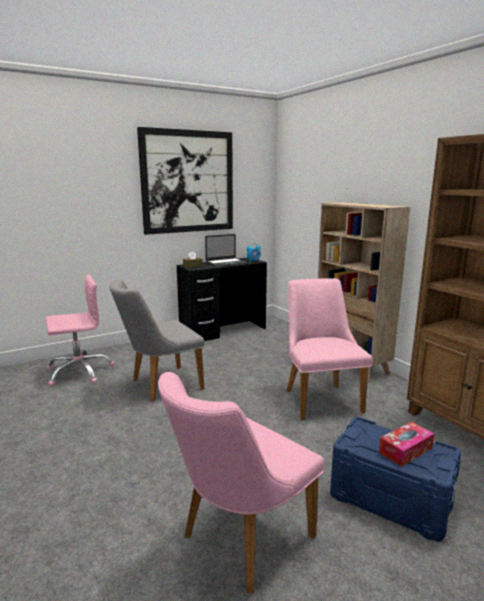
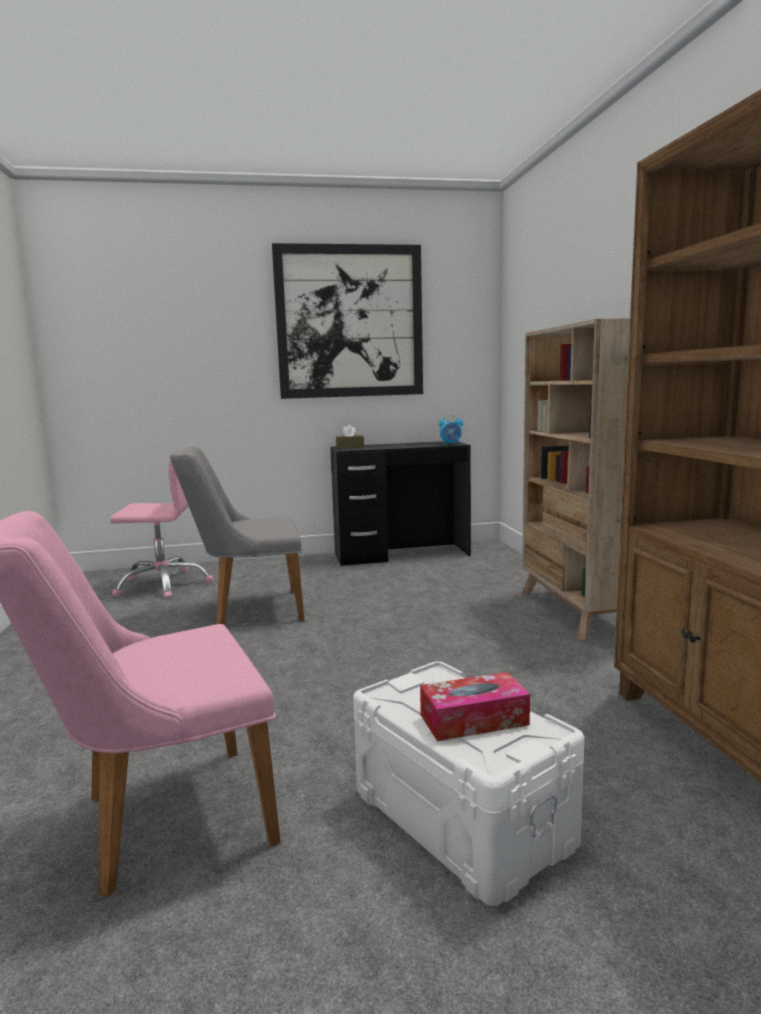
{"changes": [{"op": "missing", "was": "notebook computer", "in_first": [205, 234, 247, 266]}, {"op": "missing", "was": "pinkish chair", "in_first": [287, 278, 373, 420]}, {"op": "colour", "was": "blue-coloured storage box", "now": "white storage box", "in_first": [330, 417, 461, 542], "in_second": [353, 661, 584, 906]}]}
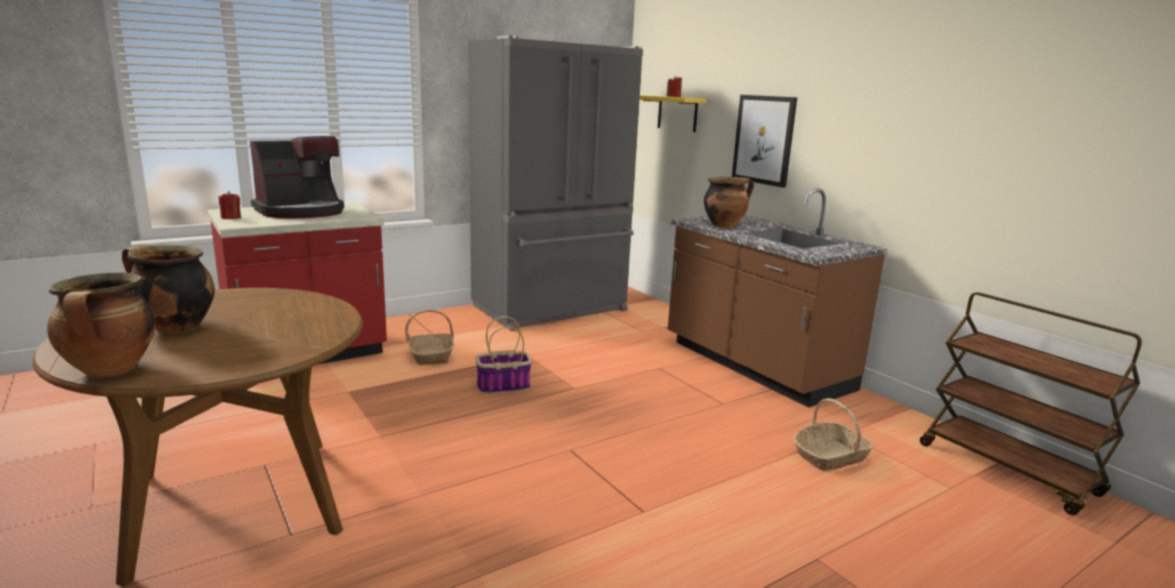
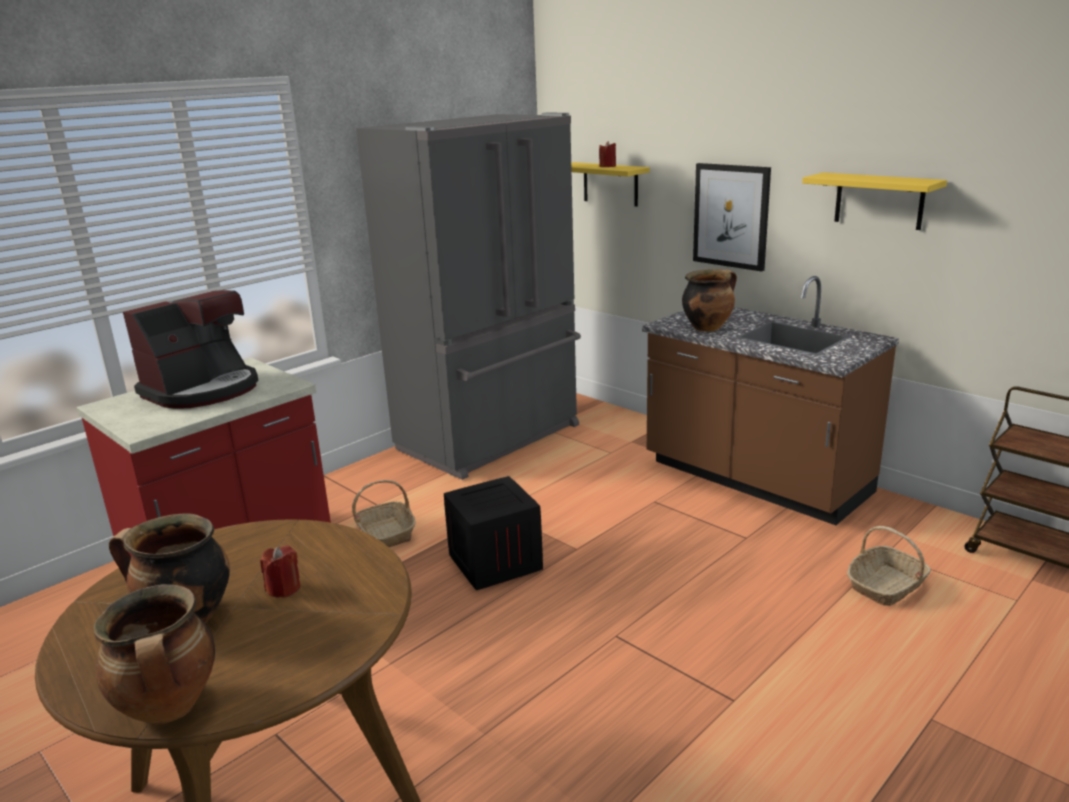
{"changes": [{"op": "appeared", "now": "yellow-coloured shelf", "in_second": [802, 172, 947, 230]}, {"op": "relocated", "was": "red-coloured wax light", "in_first": [219, 191, 241, 219], "in_second": [260, 546, 300, 598]}, {"op": "exchanged", "was": "storage basket", "now": "shipping crate", "in_first": [475, 316, 532, 394], "in_second": [444, 476, 543, 590]}]}
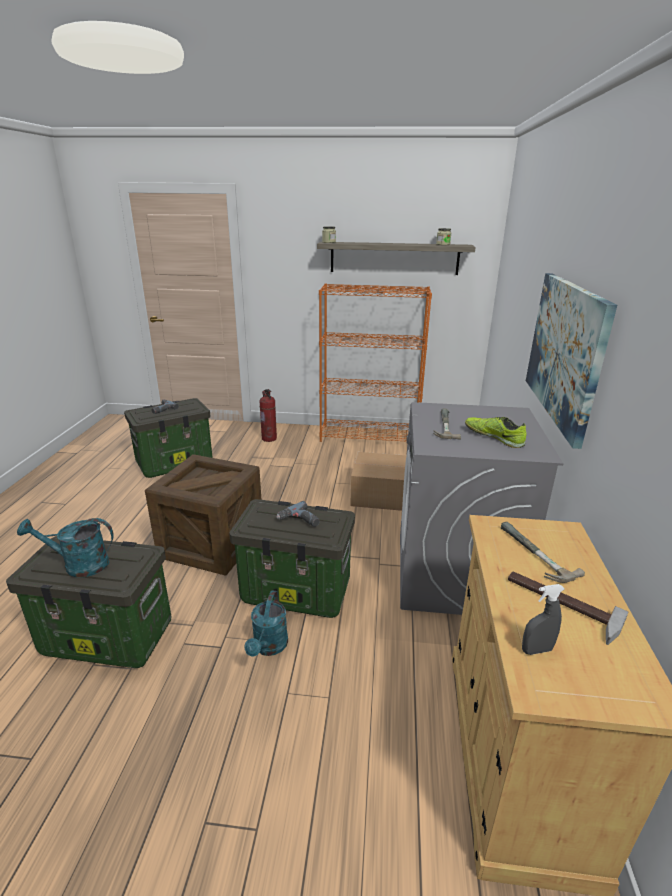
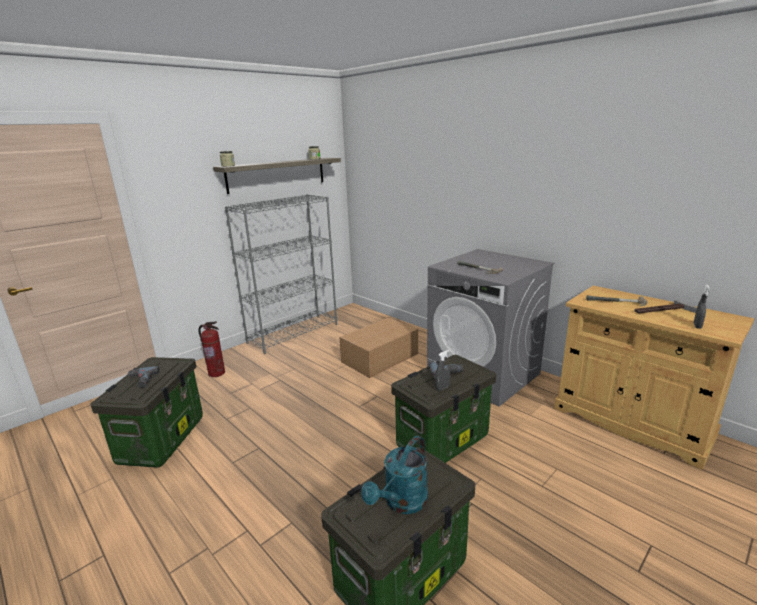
{"changes": [{"op": "missing", "was": "shipping crate", "in_first": [145, 454, 261, 576]}, {"op": "missing", "was": "turquoise sprinkling can", "in_first": [244, 590, 288, 656]}, {"op": "missing", "was": "low shoe", "in_first": [465, 417, 527, 448]}, {"op": "missing", "was": "wall art", "in_first": [526, 273, 617, 449]}, {"op": "appeared", "now": "greyish spray bottle", "in_second": [435, 350, 450, 391]}, {"op": "colour", "was": "orangey bookshelf", "now": "greyish bookshelf", "in_first": [319, 284, 432, 442], "in_second": [225, 194, 337, 354]}]}
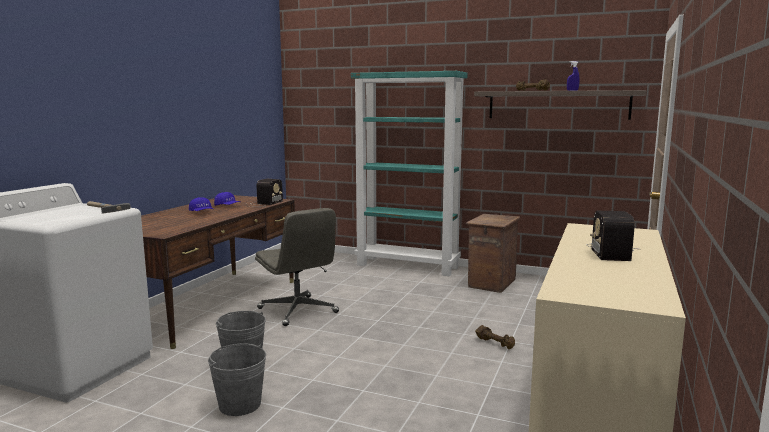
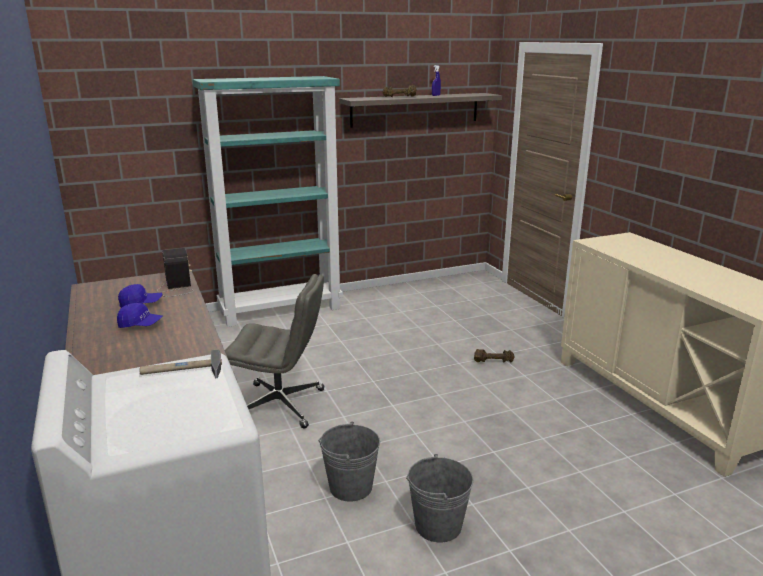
{"changes": [{"op": "missing", "was": "shipping crate", "in_first": [466, 214, 520, 293]}, {"op": "missing", "was": "radio", "in_first": [587, 211, 637, 261]}]}
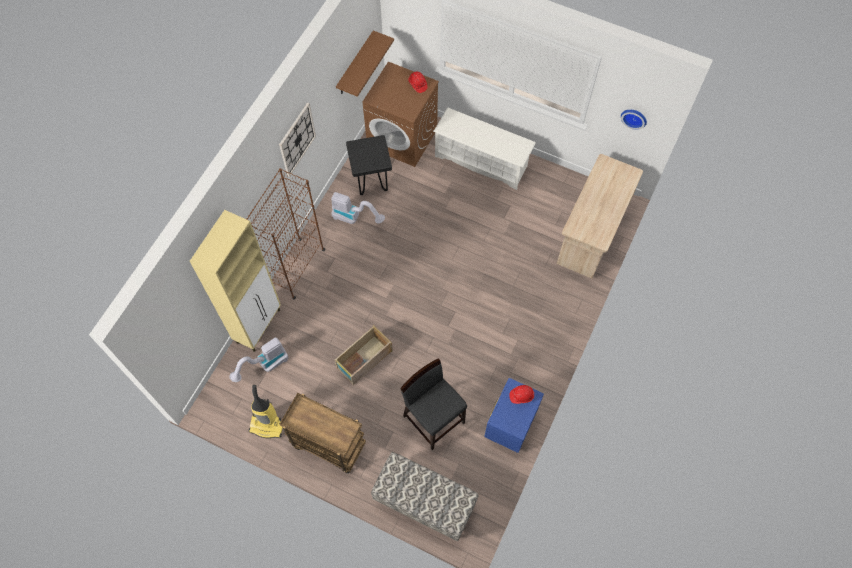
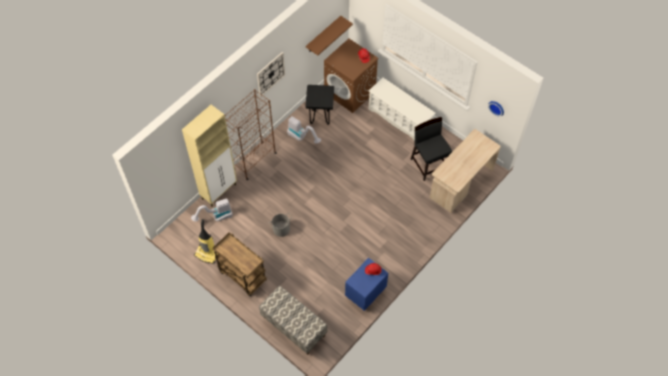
{"changes": [{"op": "relocated", "was": "blackish chair", "in_first": [400, 358, 467, 450], "in_second": [411, 117, 452, 181]}, {"op": "exchanged", "was": "shipping crate", "now": "greyish pail", "in_first": [335, 324, 393, 385], "in_second": [269, 213, 292, 237]}]}
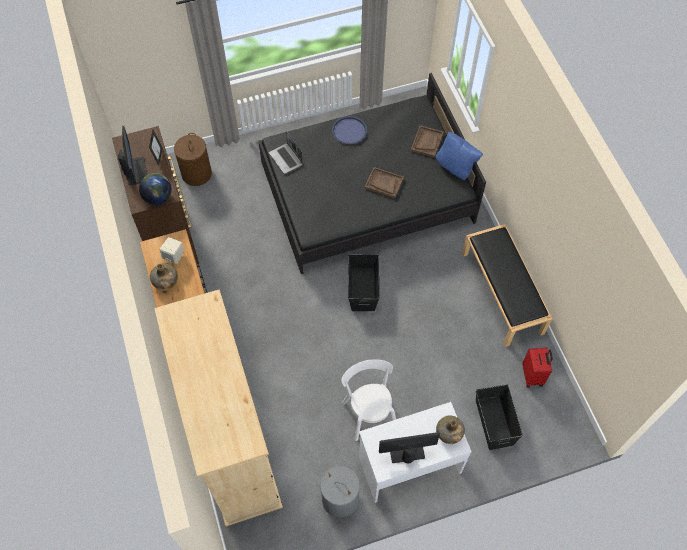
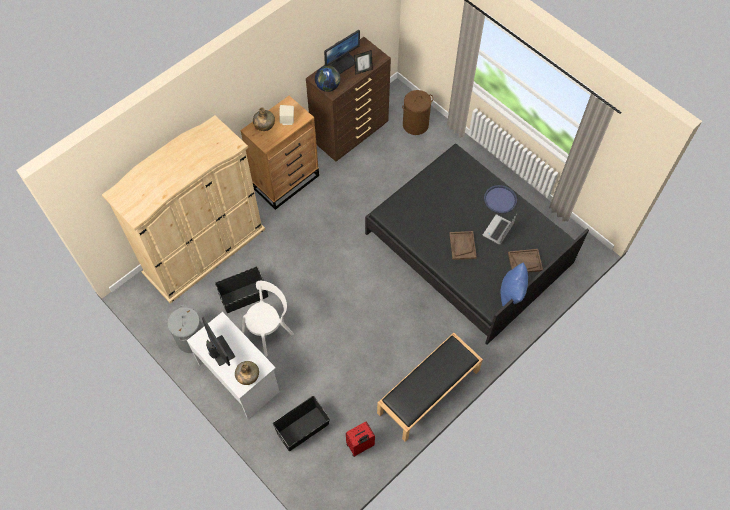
{"changes": [{"op": "relocated", "was": "notebook computer", "in_first": [269, 131, 303, 174], "in_second": [483, 214, 517, 245]}, {"op": "relocated", "was": "blackish storage box", "in_first": [348, 254, 380, 311], "in_second": [215, 266, 268, 313]}]}
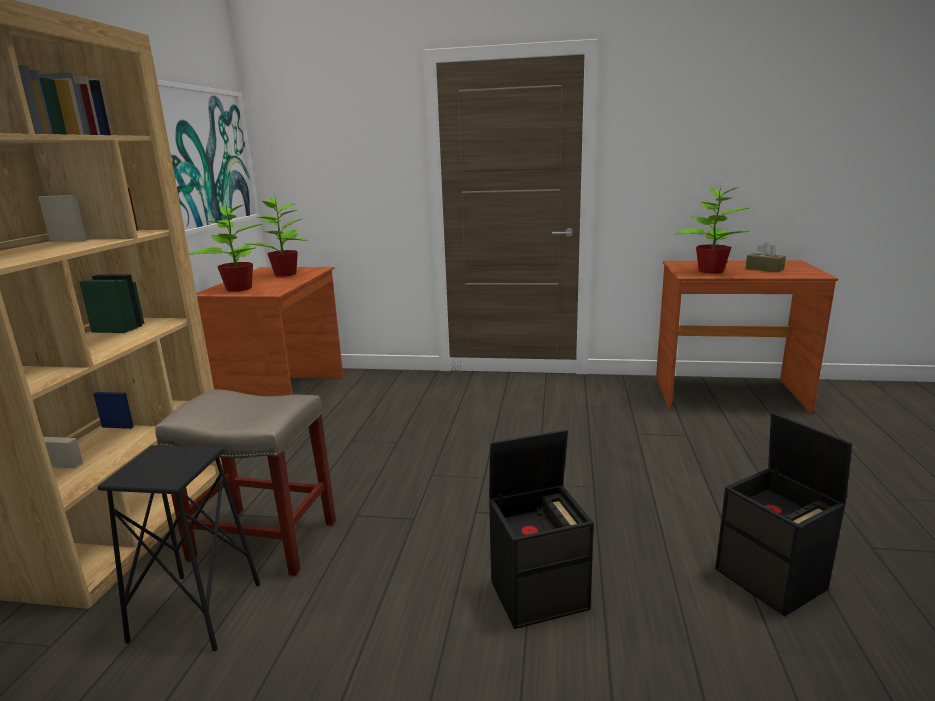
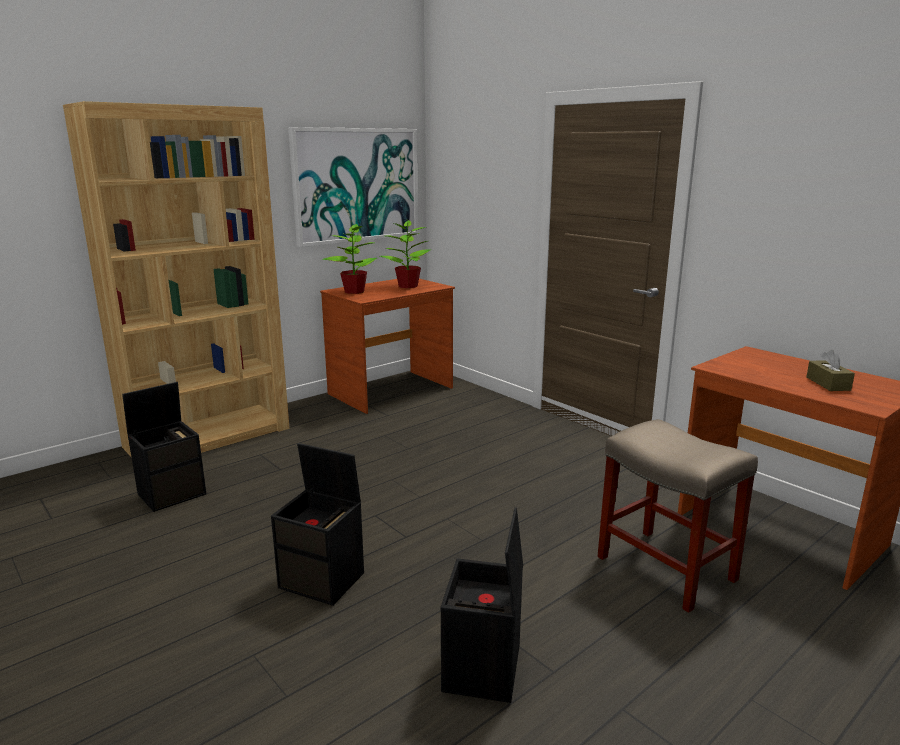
{"changes": [{"op": "missing", "was": "plant in a pot", "in_first": [676, 185, 750, 274]}, {"op": "relocated", "was": "beige stool seat", "in_first": [155, 389, 336, 576], "in_second": [597, 419, 758, 613]}, {"op": "exchanged", "was": "blackish stool seat", "now": "blackish storage box", "in_first": [97, 445, 260, 651], "in_second": [122, 382, 206, 512]}]}
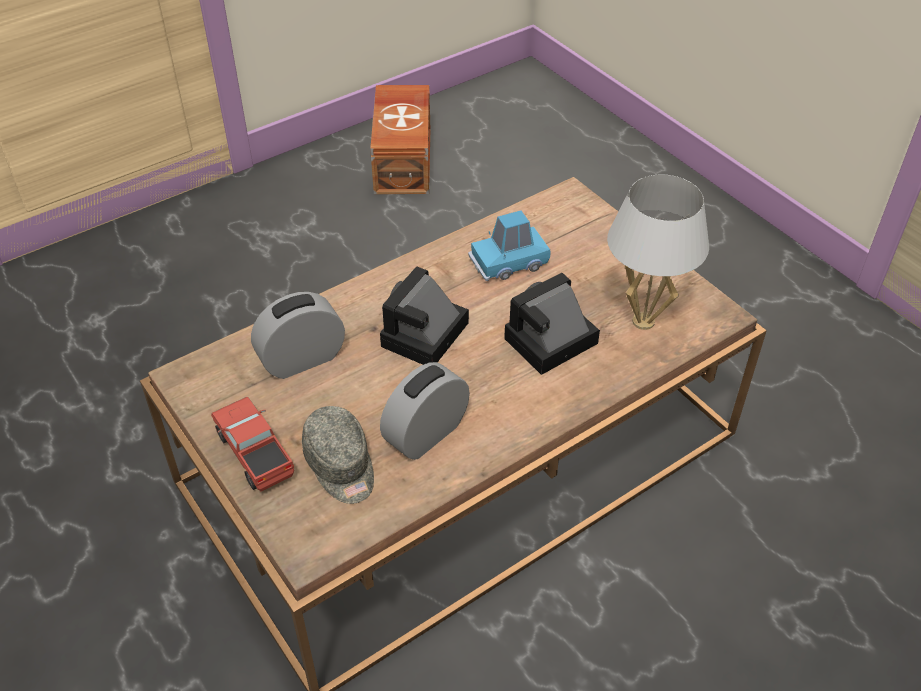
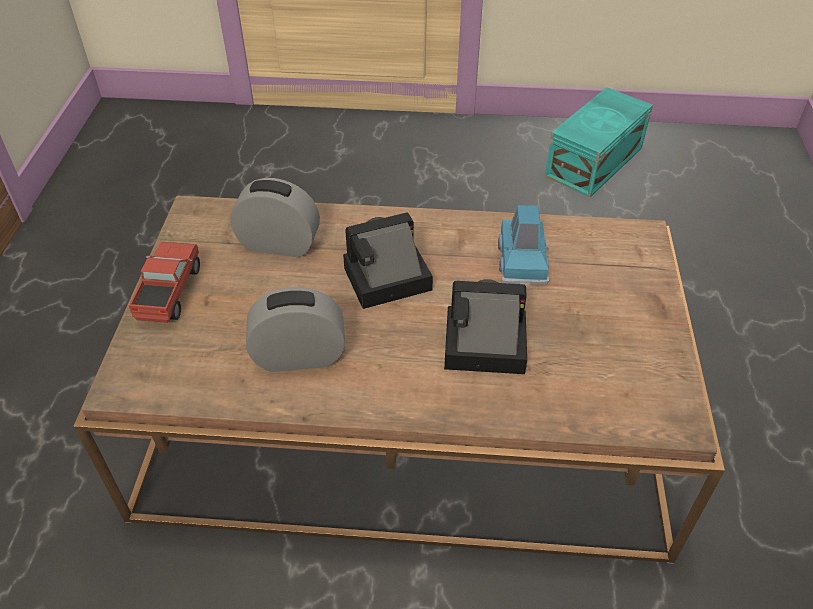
{"changes": [{"op": "missing", "was": "greyish baseball cap", "in_first": [302, 406, 374, 504]}, {"op": "missing", "was": "white tabletop lamp", "in_first": [607, 175, 709, 330]}, {"op": "colour", "was": "brown-coloured storage box", "now": "turquoise storage box", "in_first": [370, 85, 430, 194], "in_second": [545, 87, 653, 197]}, {"op": "spun", "was": "blue-coloured miniature car", "in_first": [468, 210, 551, 281], "in_second": [498, 205, 549, 286], "clockwise": -105}]}
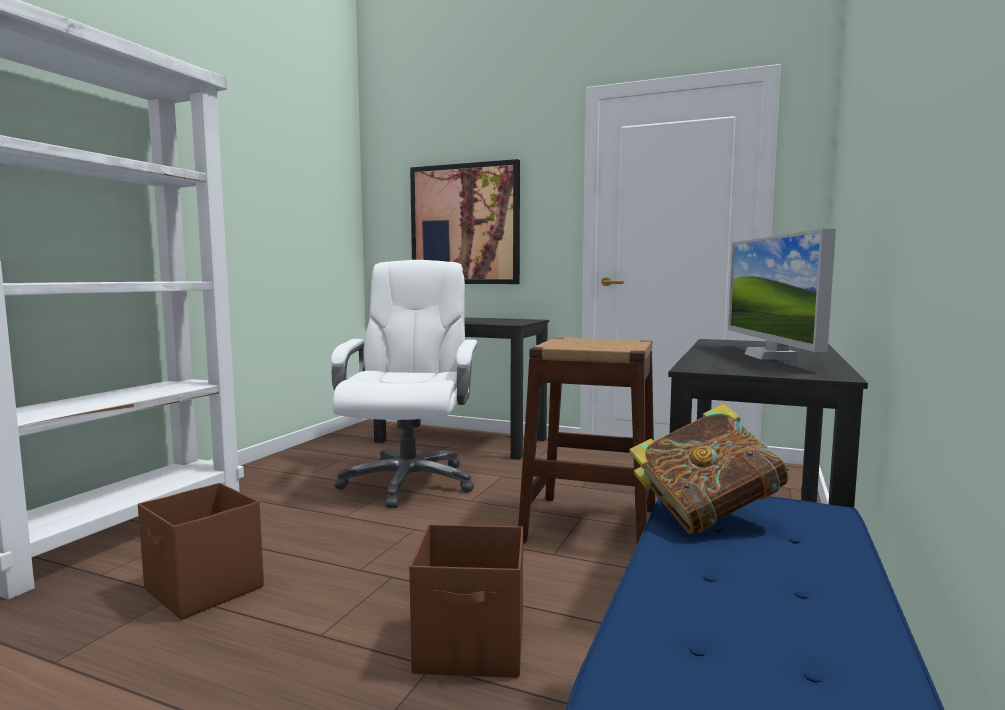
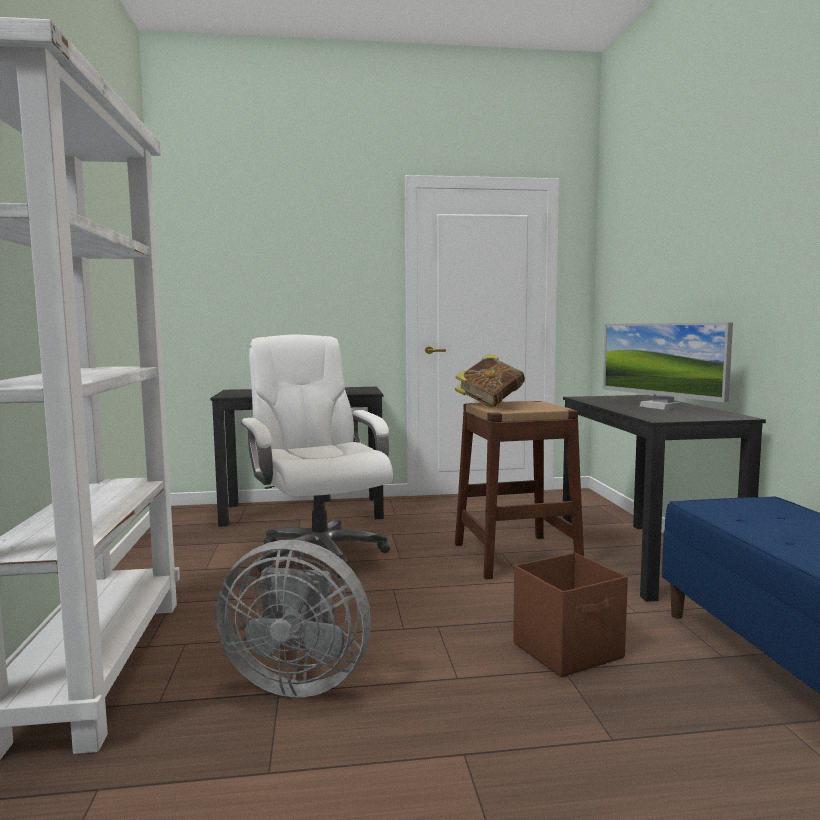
{"changes": [{"op": "missing", "was": "wall art", "in_first": [410, 159, 520, 284]}, {"op": "relocated", "was": "volume", "in_first": [629, 403, 789, 534], "in_second": [455, 353, 525, 408]}, {"op": "exchanged", "was": "brown-coloured storage box", "now": "greyish fan", "in_first": [138, 483, 264, 620], "in_second": [215, 540, 371, 697]}]}
